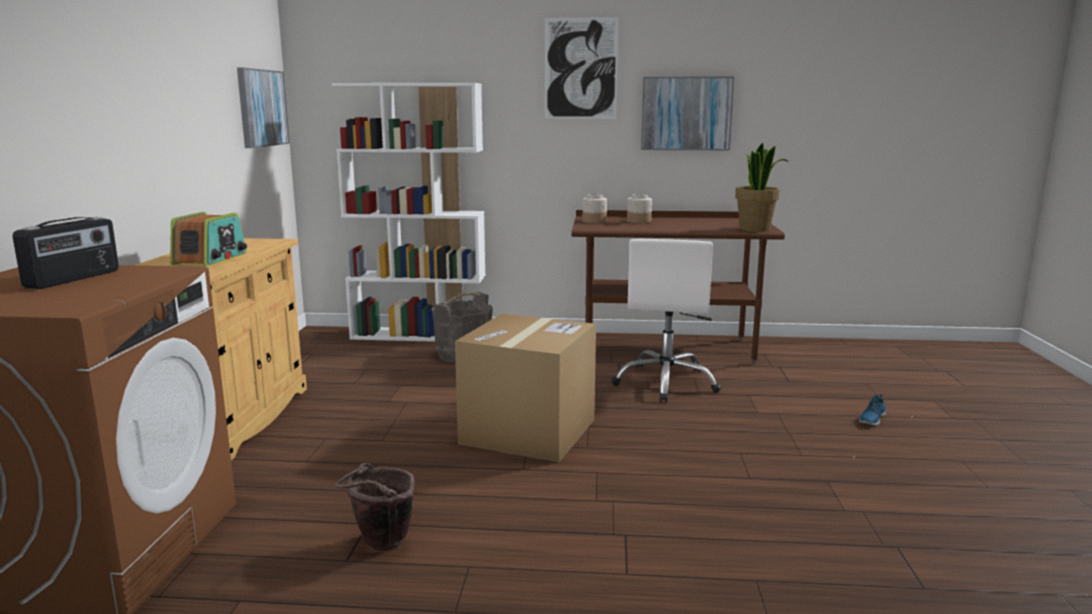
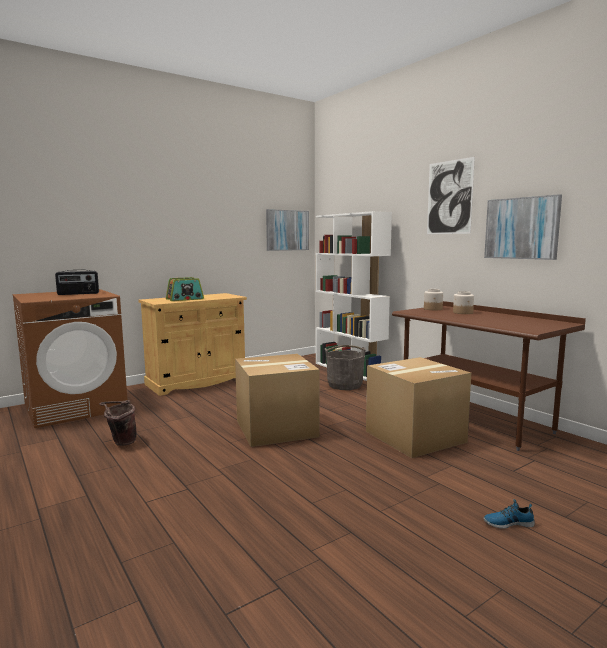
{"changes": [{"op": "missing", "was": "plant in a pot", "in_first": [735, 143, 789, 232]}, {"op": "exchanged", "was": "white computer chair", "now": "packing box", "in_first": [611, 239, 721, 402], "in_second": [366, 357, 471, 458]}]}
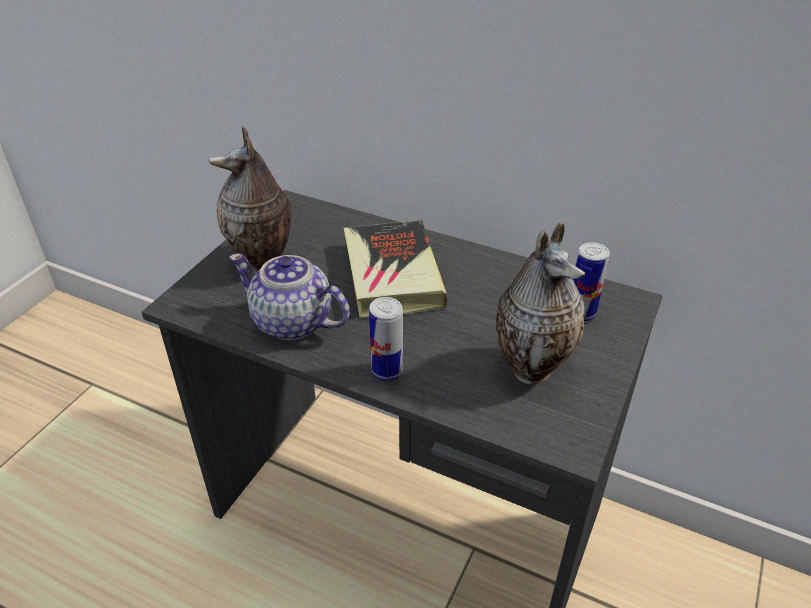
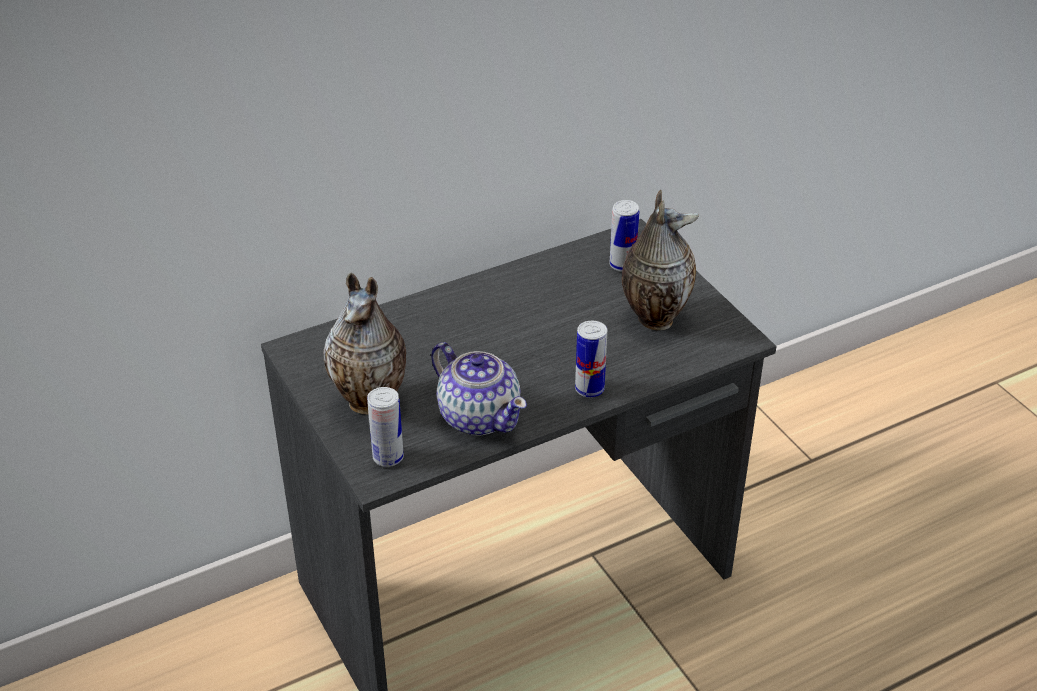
{"changes": [{"op": "missing", "was": "volume", "in_first": [344, 220, 448, 318]}, {"op": "appeared", "now": "metal can", "in_second": [367, 387, 404, 467]}, {"op": "spun", "was": "teapot", "in_first": [229, 253, 350, 340], "in_second": [431, 342, 527, 436], "clockwise": -105}]}
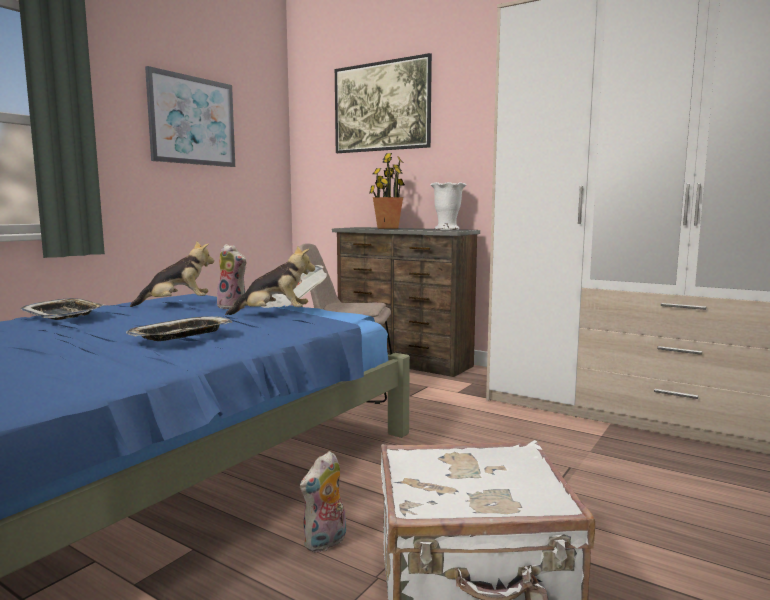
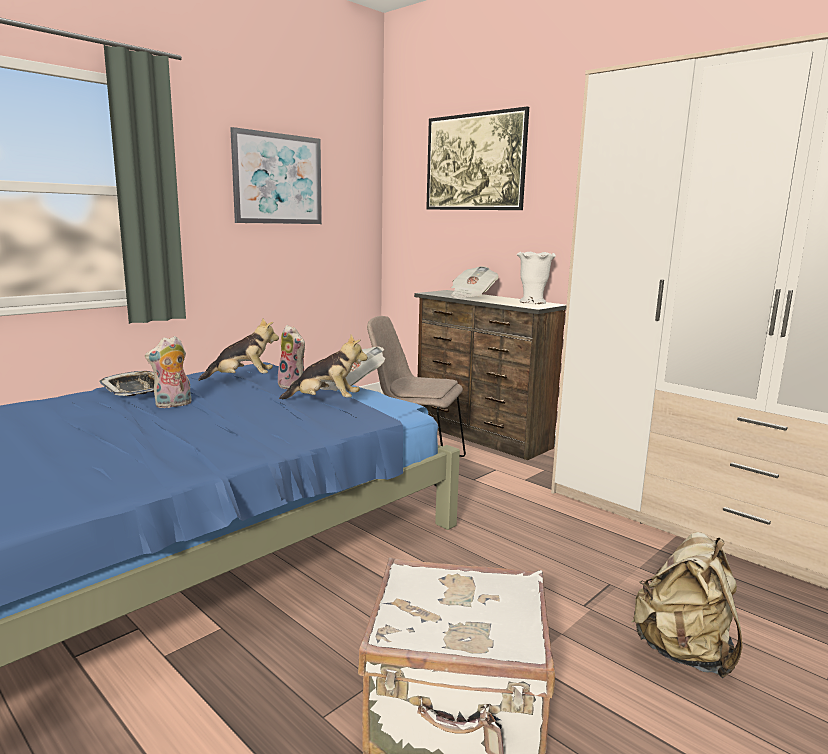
{"changes": [{"op": "missing", "was": "carrying tray", "in_first": [126, 316, 233, 341]}, {"op": "appeared", "now": "beige knapsack", "in_second": [632, 532, 743, 678]}, {"op": "relocated", "was": "cuddly toy", "in_first": [300, 451, 346, 553], "in_second": [145, 336, 191, 408]}, {"op": "exchanged", "was": "plant in a pot", "now": "printed paper", "in_first": [369, 153, 405, 229], "in_second": [451, 266, 499, 298]}]}
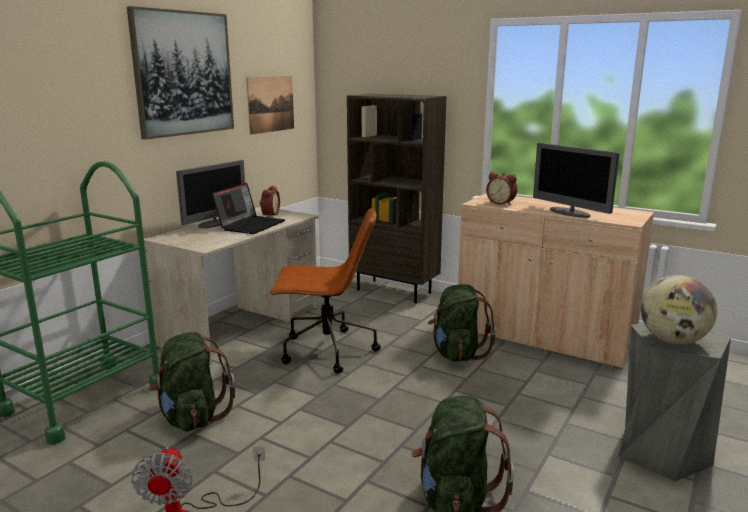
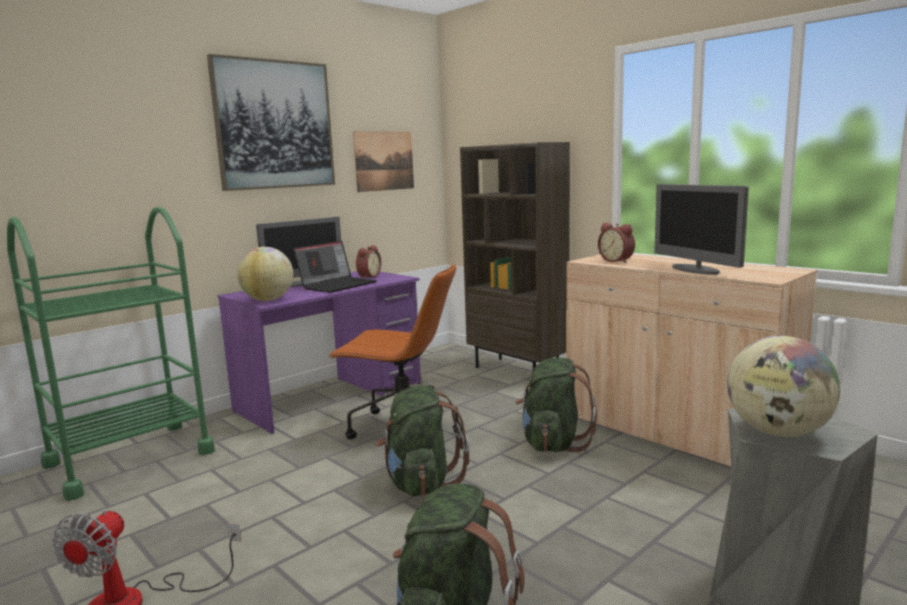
{"changes": [{"op": "appeared", "now": "globe", "in_second": [237, 247, 293, 301]}, {"op": "relocated", "was": "green-coloured knapsack", "in_first": [148, 332, 235, 432], "in_second": [375, 386, 469, 497]}, {"op": "colour", "was": "beige desk table", "now": "purple desk table", "in_first": [144, 206, 319, 365], "in_second": [217, 271, 421, 434]}]}
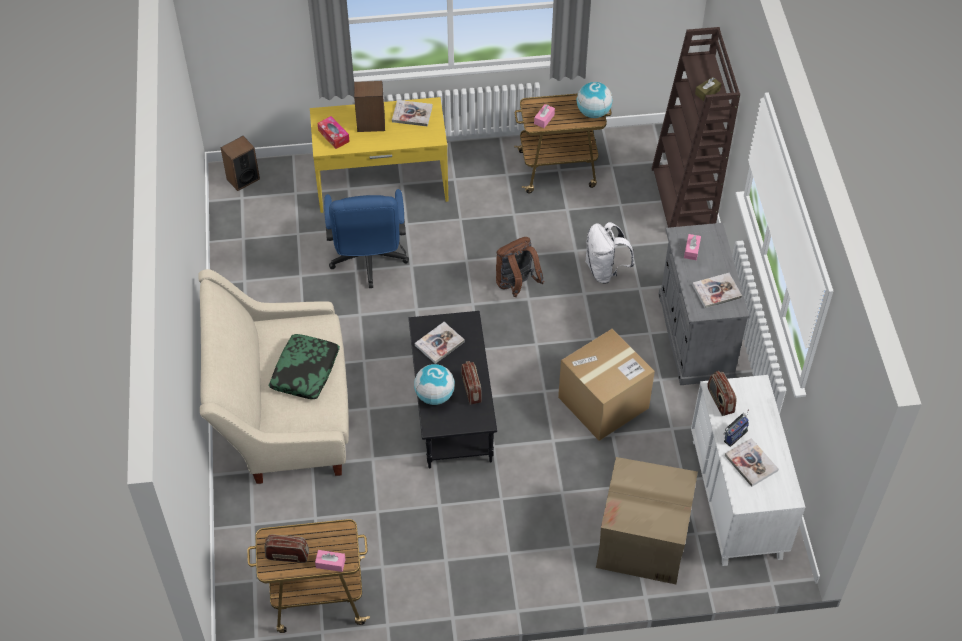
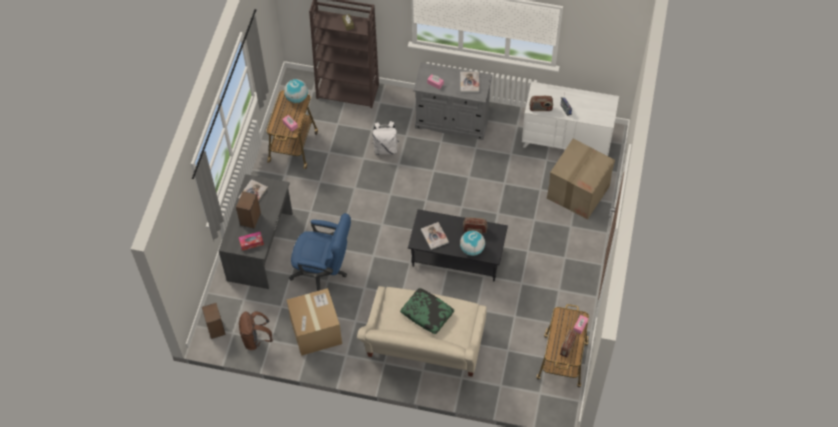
{"changes": [{"op": "missing", "was": "volume", "in_first": [725, 438, 779, 487]}, {"op": "relocated", "was": "brown-coloured knapsack", "in_first": [496, 237, 544, 297], "in_second": [239, 312, 273, 350]}, {"op": "relocated", "was": "packing box", "in_first": [558, 329, 655, 441], "in_second": [287, 288, 342, 356]}, {"op": "colour", "was": "yellow-coloured desk table", "now": "greyish desk table", "in_first": [310, 97, 449, 213], "in_second": [219, 174, 293, 289]}]}
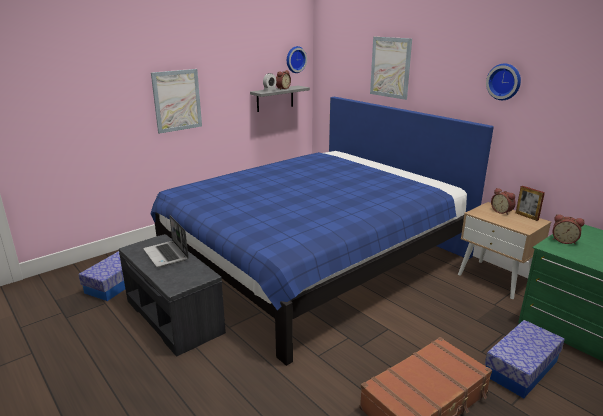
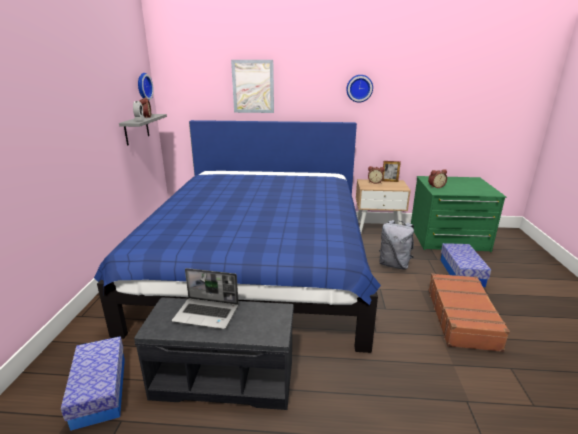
{"changes": [{"op": "missing", "was": "wall art", "in_first": [151, 69, 202, 134]}, {"op": "appeared", "now": "greyish knapsack", "in_second": [379, 220, 414, 270]}]}
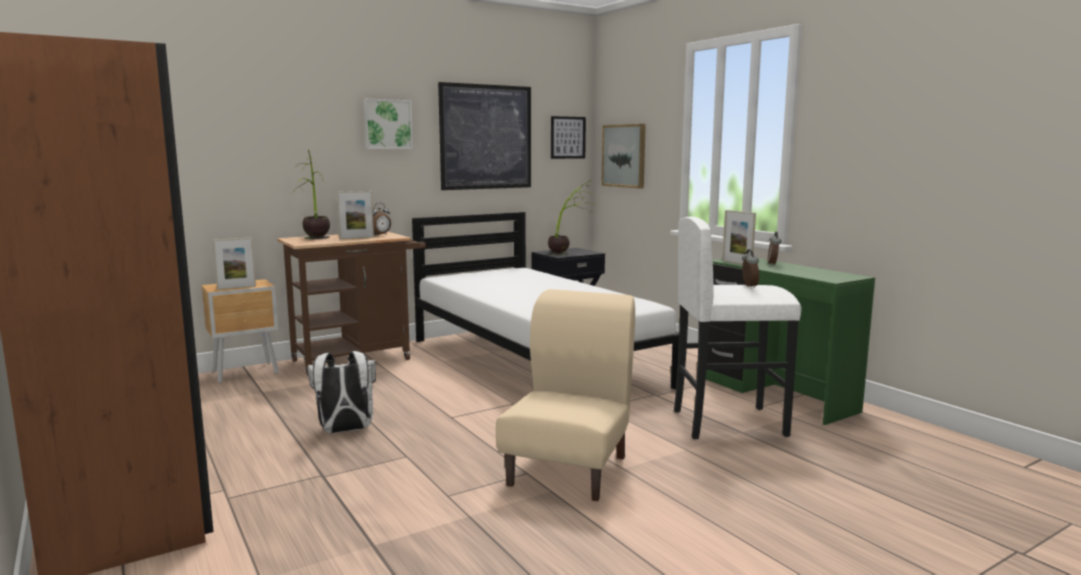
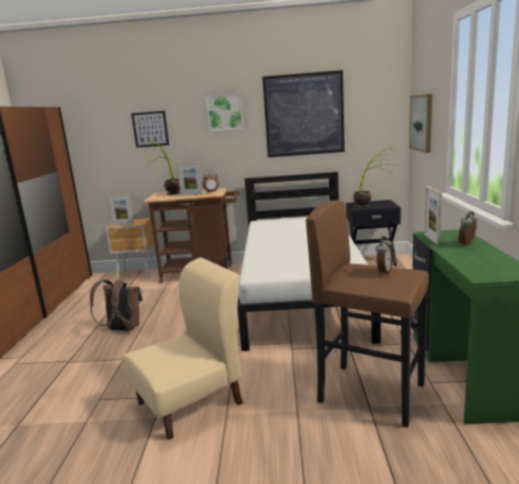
{"changes": [{"op": "relocated", "was": "wall art", "in_first": [551, 116, 586, 159], "in_second": [131, 111, 169, 148]}, {"op": "colour", "was": "white knapsack", "now": "brown-coloured knapsack", "in_first": [307, 351, 376, 433], "in_second": [90, 280, 143, 331]}, {"op": "colour", "was": "white stool seat", "now": "brown-coloured stool seat", "in_first": [674, 216, 801, 439], "in_second": [306, 200, 429, 427]}]}
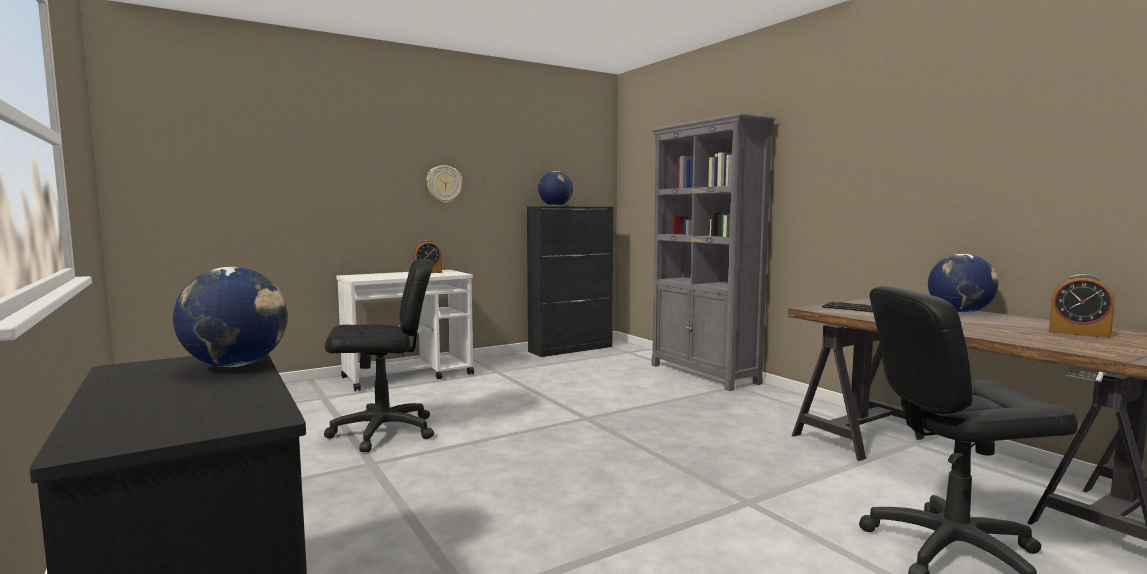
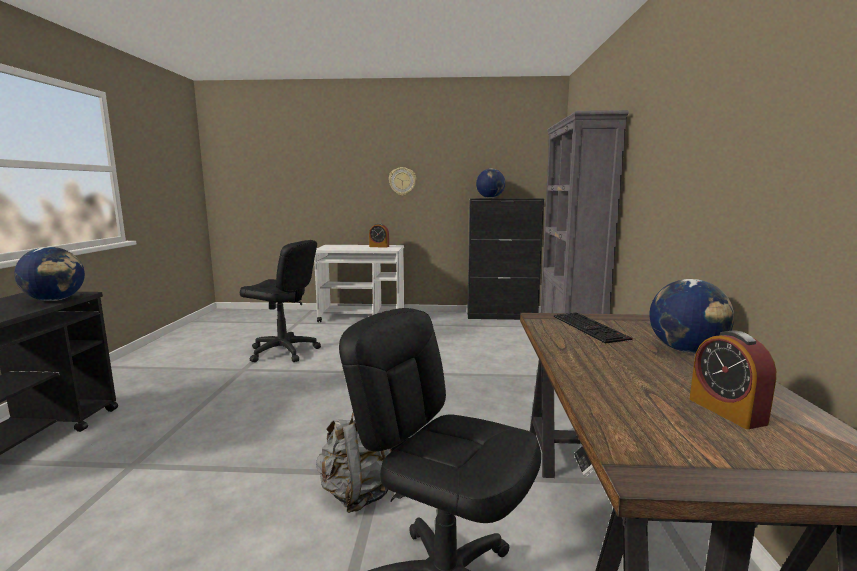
{"changes": [{"op": "appeared", "now": "greyish knapsack", "in_second": [316, 413, 392, 513]}]}
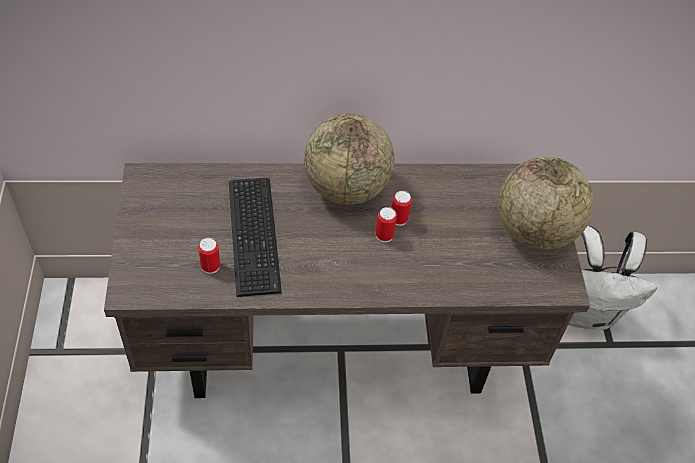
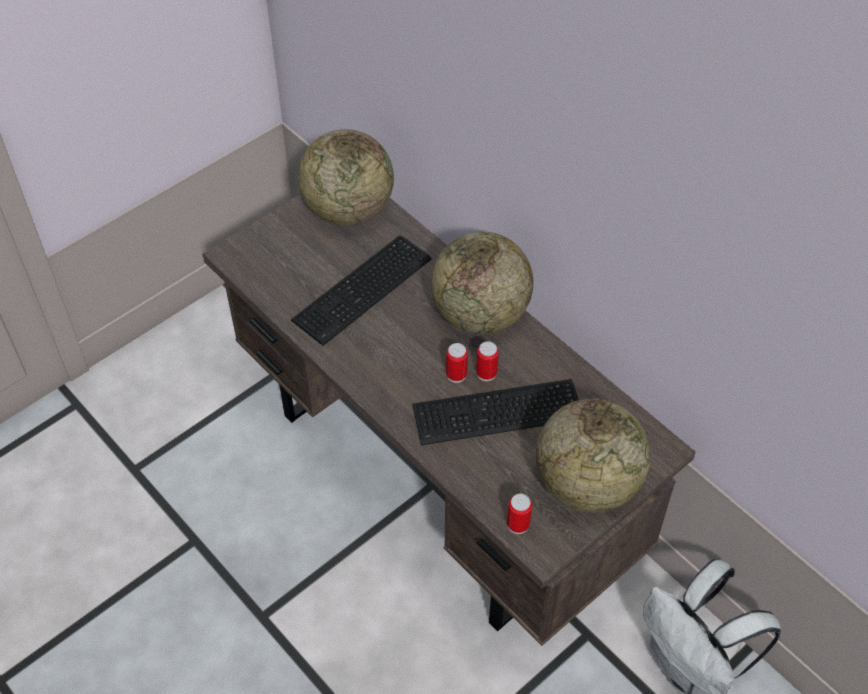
{"changes": [{"op": "appeared", "now": "globe", "in_second": [298, 129, 394, 226]}, {"op": "appeared", "now": "computer keyboard", "in_second": [412, 379, 579, 445]}, {"op": "relocated", "was": "metal can", "in_first": [198, 238, 220, 274], "in_second": [507, 494, 532, 534]}]}
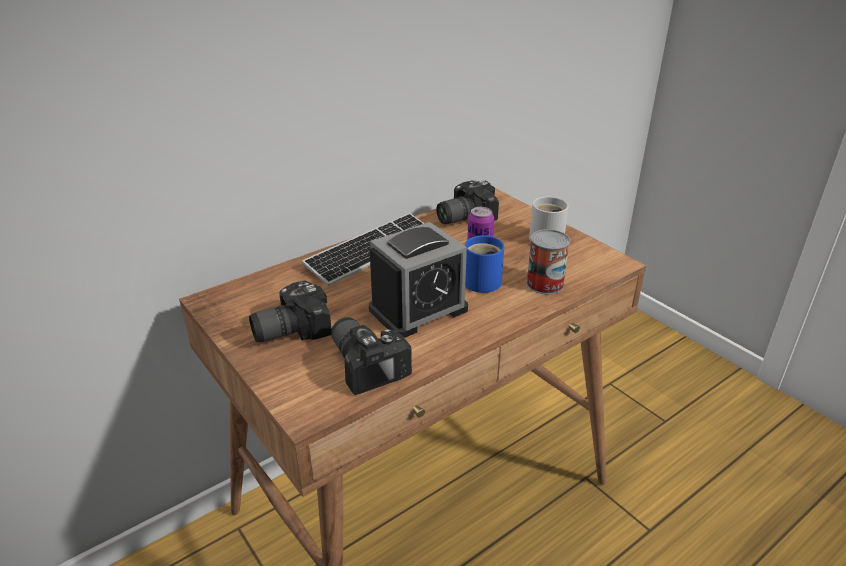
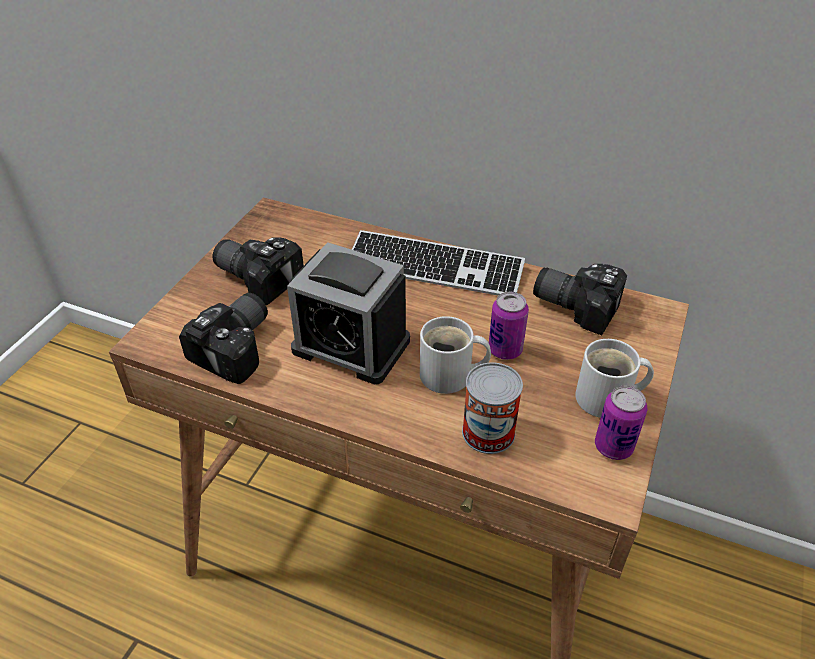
{"changes": [{"op": "appeared", "now": "metal can", "in_second": [595, 386, 647, 460]}, {"op": "colour", "was": "blue-coloured coffee mug", "now": "white coffee mug", "in_first": [465, 236, 504, 293], "in_second": [420, 316, 491, 394]}]}
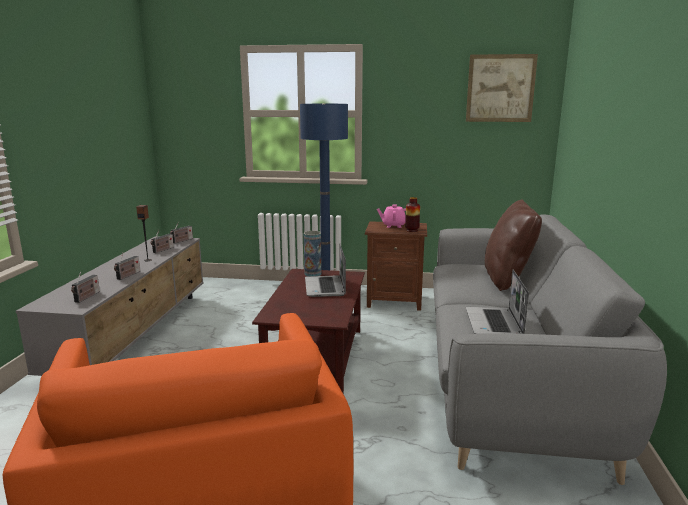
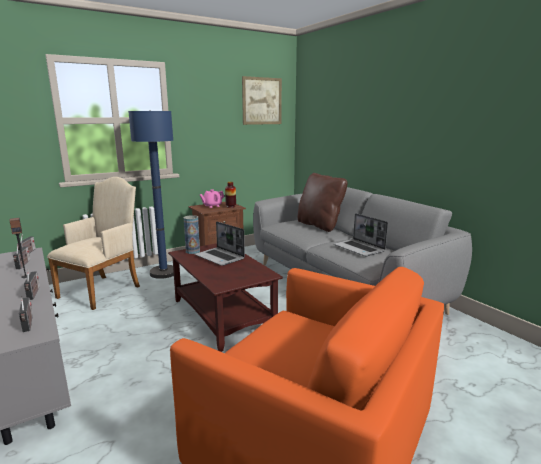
{"changes": [{"op": "appeared", "now": "beige easy chair", "in_second": [47, 177, 140, 310]}]}
